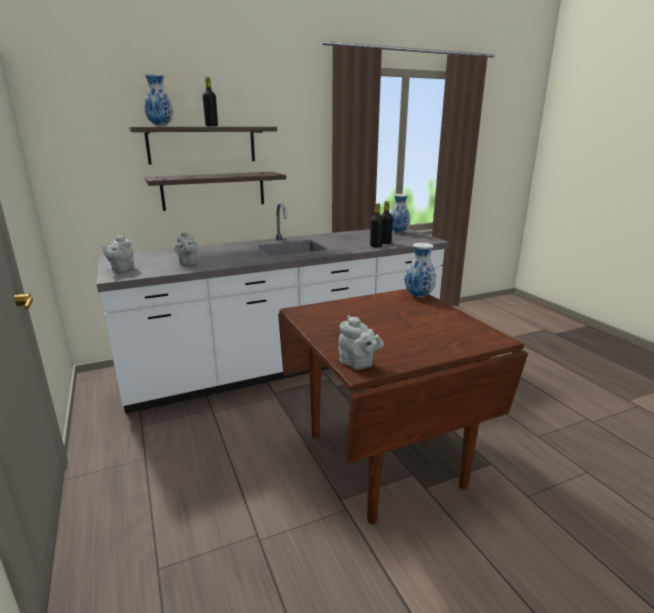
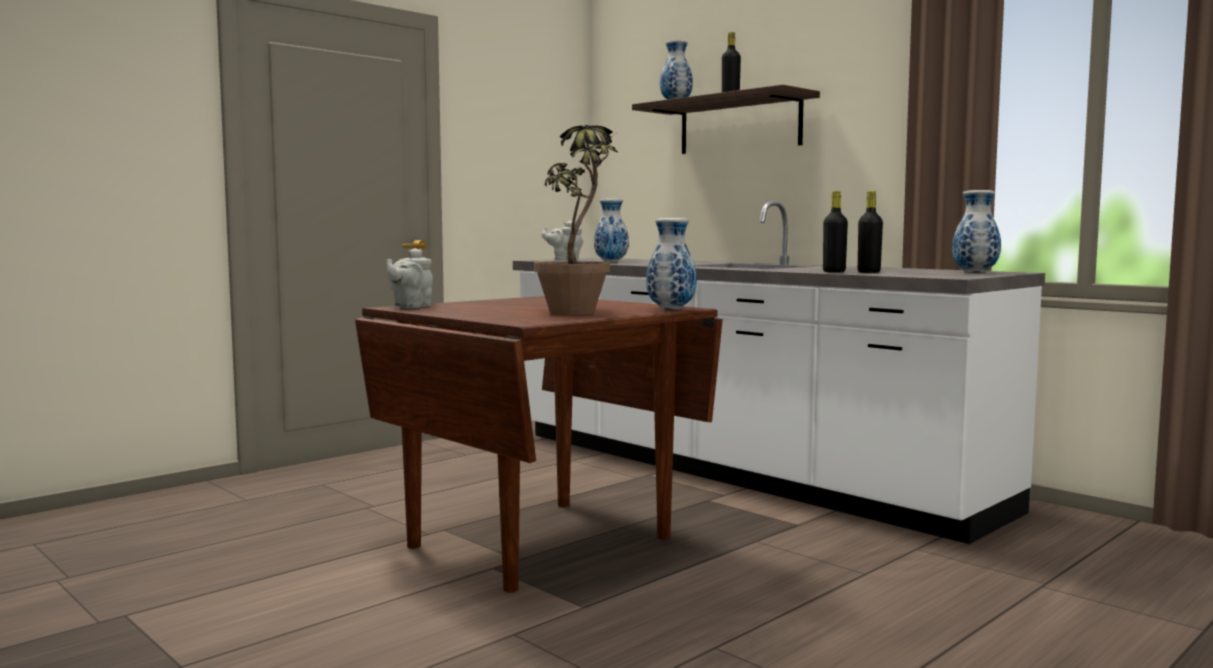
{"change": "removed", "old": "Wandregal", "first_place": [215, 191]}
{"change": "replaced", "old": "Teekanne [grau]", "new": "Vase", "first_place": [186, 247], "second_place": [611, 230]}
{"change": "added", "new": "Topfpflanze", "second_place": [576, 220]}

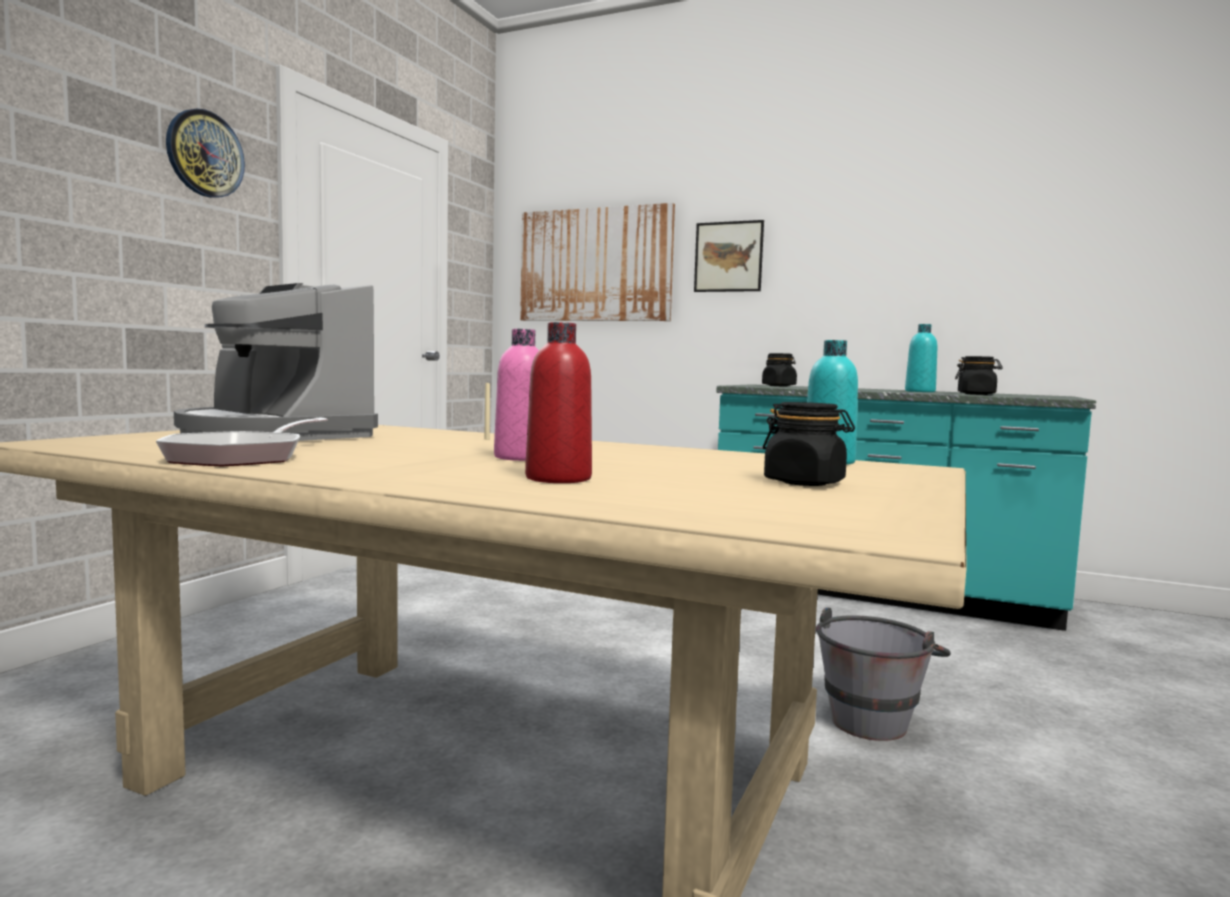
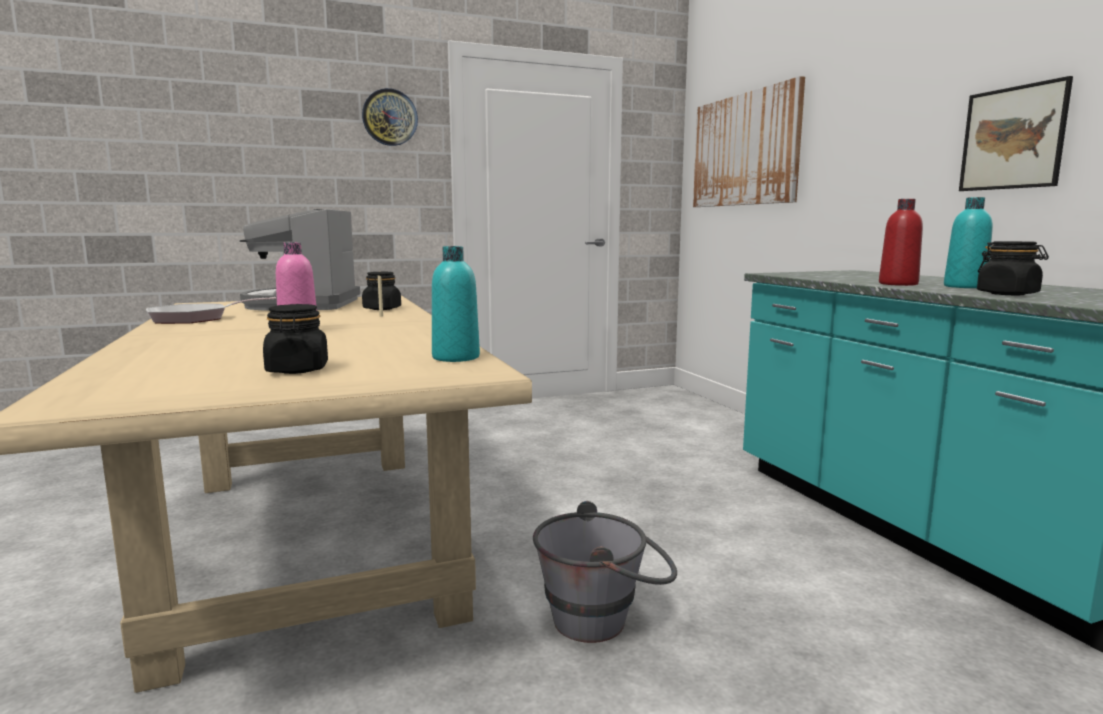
{"change": "moved", "old": "Bild", "first_place": [729, 256], "second_place": [1016, 133]}
{"change": "moved", "old": "Flasche [rot]", "first_place": [558, 402], "second_place": [901, 242]}
{"change": "moved", "old": "Vorratsglas [schwarz]", "first_place": [779, 370], "second_place": [381, 291]}

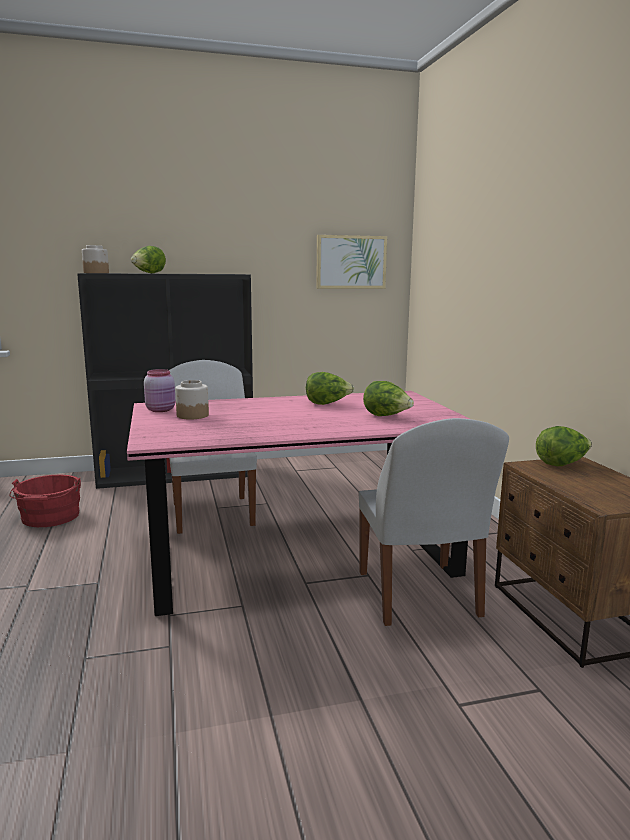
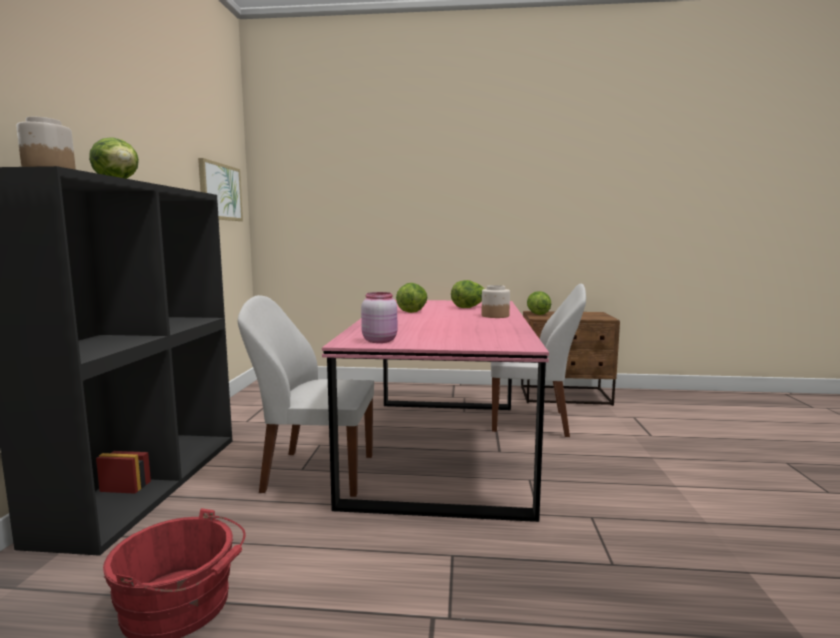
{"change": "moved", "old": "Vorratsglas", "first_place": [192, 399], "second_place": [496, 301]}

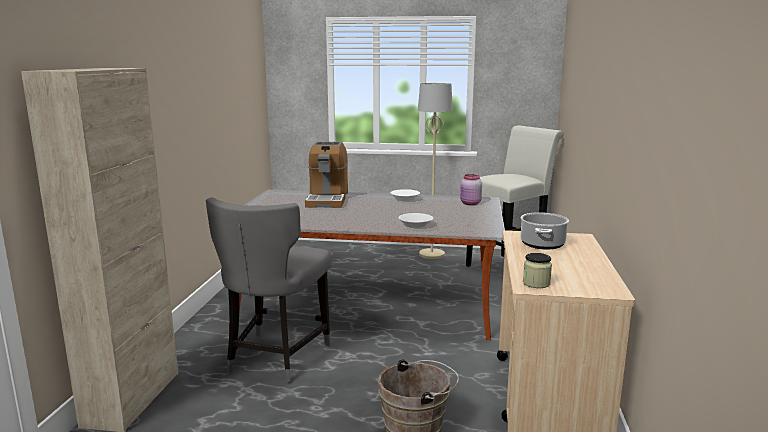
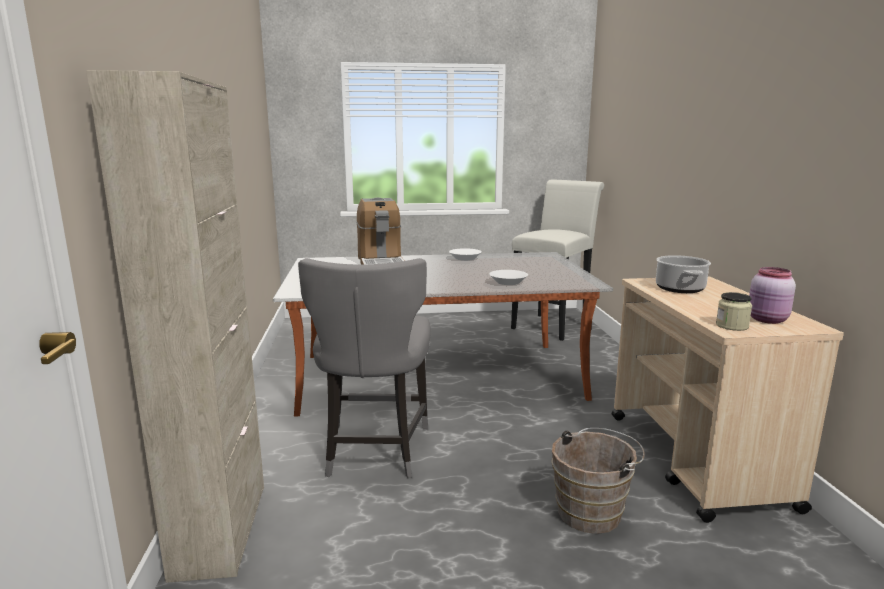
{"change": "removed", "old": "Stehlampe [beige]", "first_place": [435, 171]}
{"change": "moved", "old": "Vorratsglas [rosa]", "first_place": [471, 189], "second_place": [772, 295]}

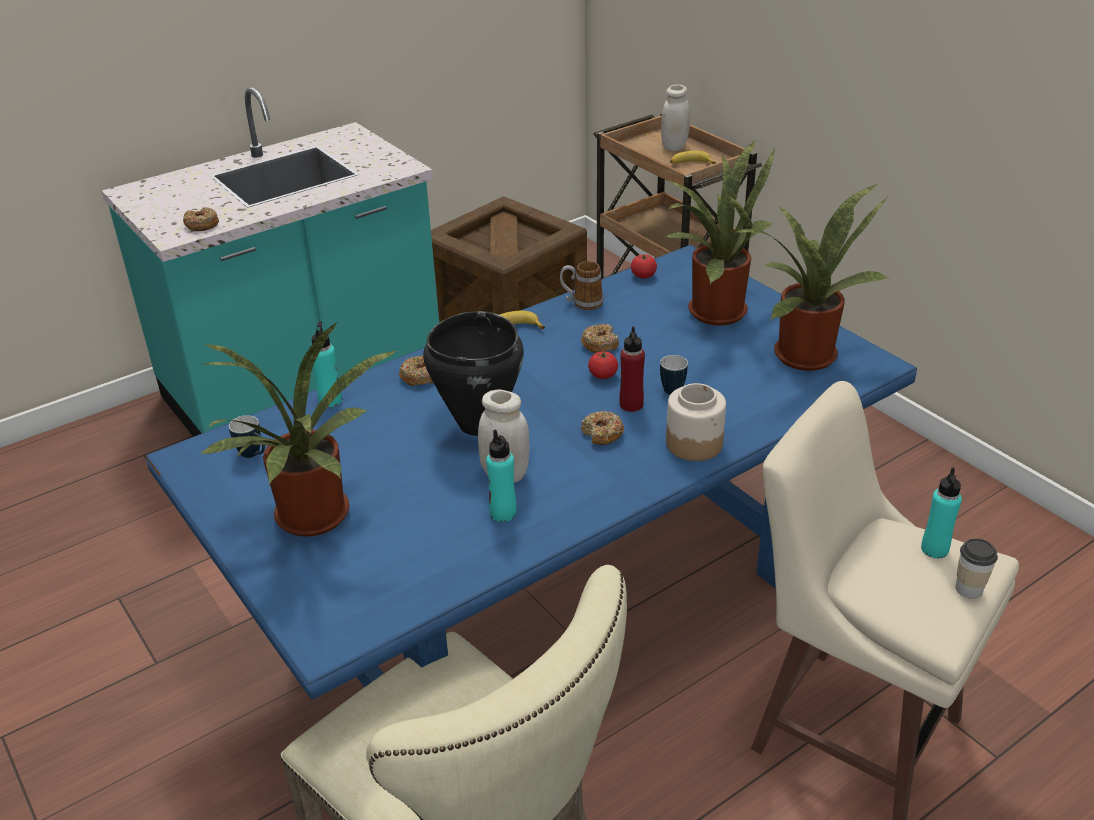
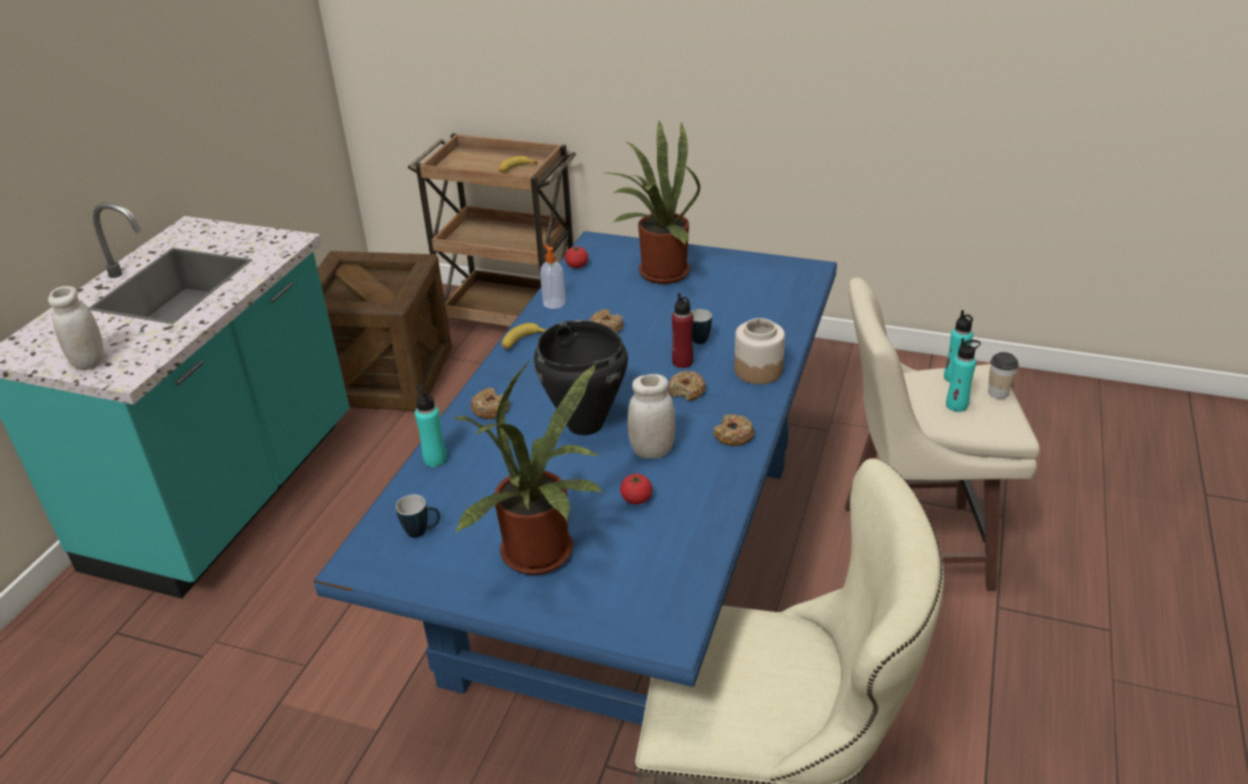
{"change": "moved", "old": "Vorratsglas [weiß]", "first_place": [675, 118], "second_place": [76, 328]}
{"change": "removed", "old": "Topfpflanze", "first_place": [813, 277]}
{"change": "moved", "old": "Donut", "first_place": [201, 219], "second_place": [734, 430]}
{"change": "replaced", "old": "Henkelbecher", "new": "Seifenspender", "first_place": [581, 285], "second_place": [553, 276]}
{"change": "moved", "old": "Tomate", "first_place": [603, 365], "second_place": [636, 489]}
{"change": "moved", "old": "Flasche [türkis]", "first_place": [501, 475], "second_place": [963, 375]}

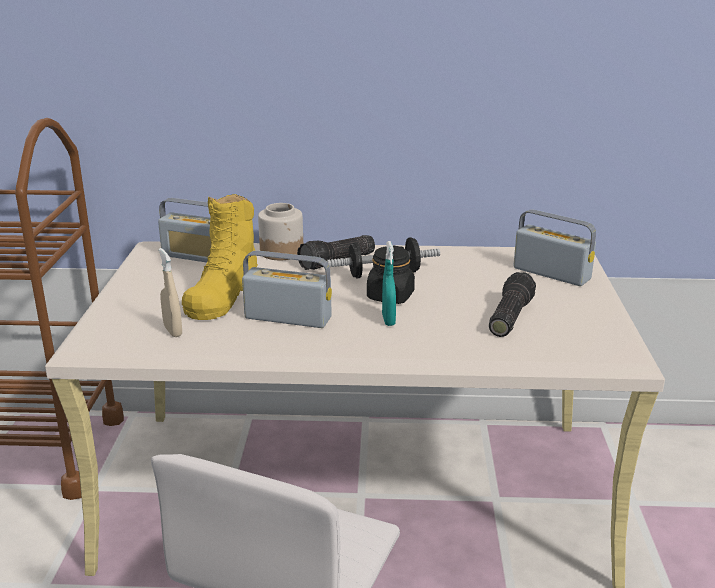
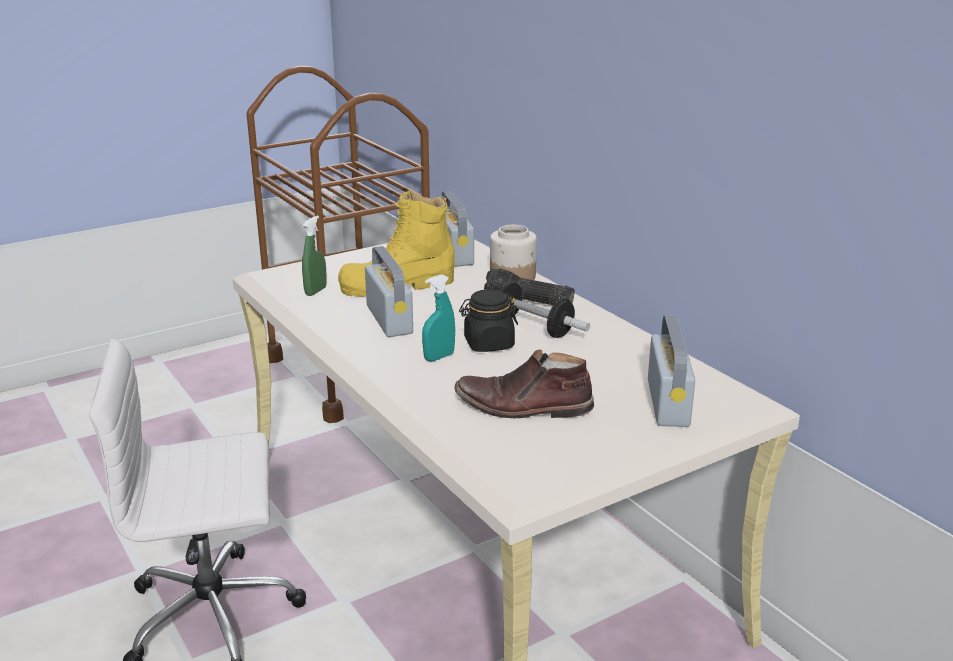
{"change": "recoloured", "old": "Sprühflasche [beige]", "new": "Sprühflasche [grün]", "first_place": [170, 292], "second_place": [314, 256]}
{"change": "replaced", "old": "Taschenlampe", "new": "Stiefel [braun]", "first_place": [512, 304], "second_place": [524, 384]}

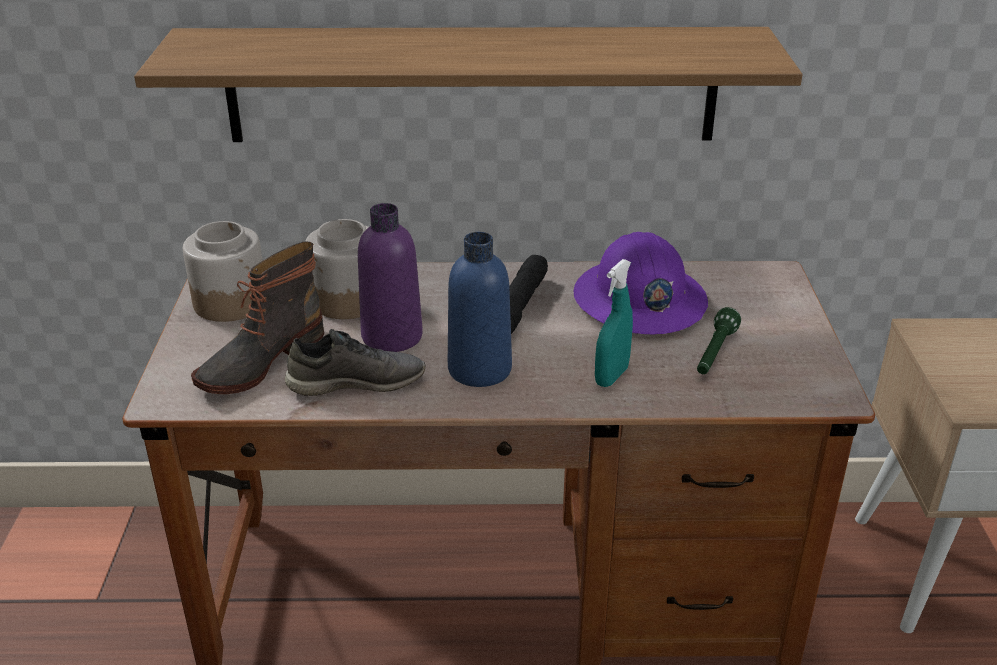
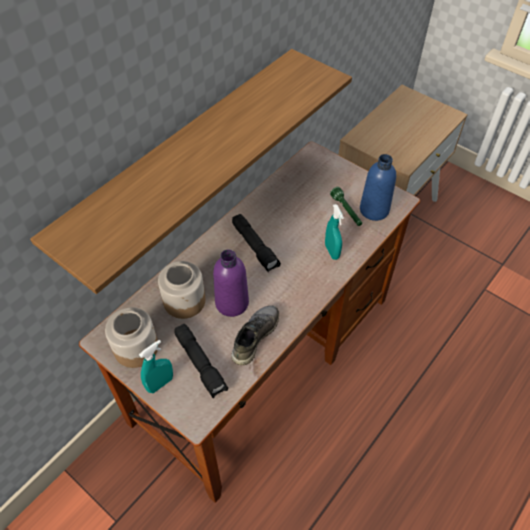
{"change": "moved", "old": "Flasche [blau]", "first_place": [480, 309], "second_place": [378, 187]}
{"change": "removed", "old": "Schutzhelm [lila]", "first_place": [641, 283]}
{"change": "replaced", "old": "Stiefel", "new": "Taschenlampe [schwarz]", "first_place": [257, 318], "second_place": [201, 361]}
{"change": "added", "new": "Sprühflasche [türkis]", "second_place": [156, 366]}

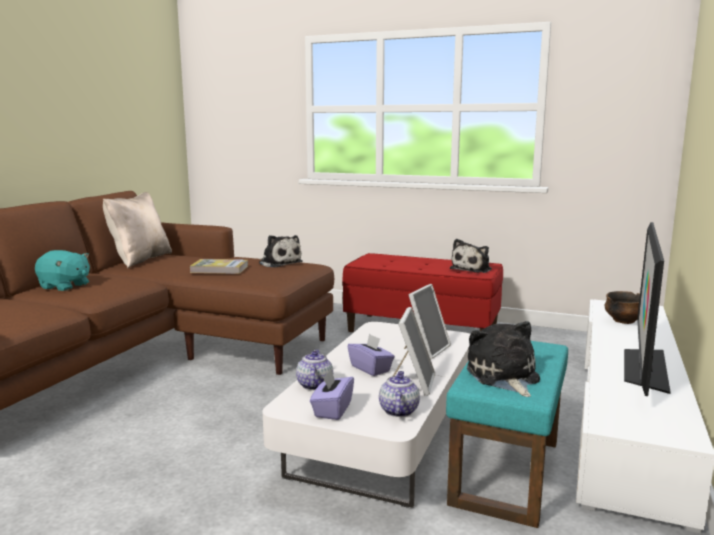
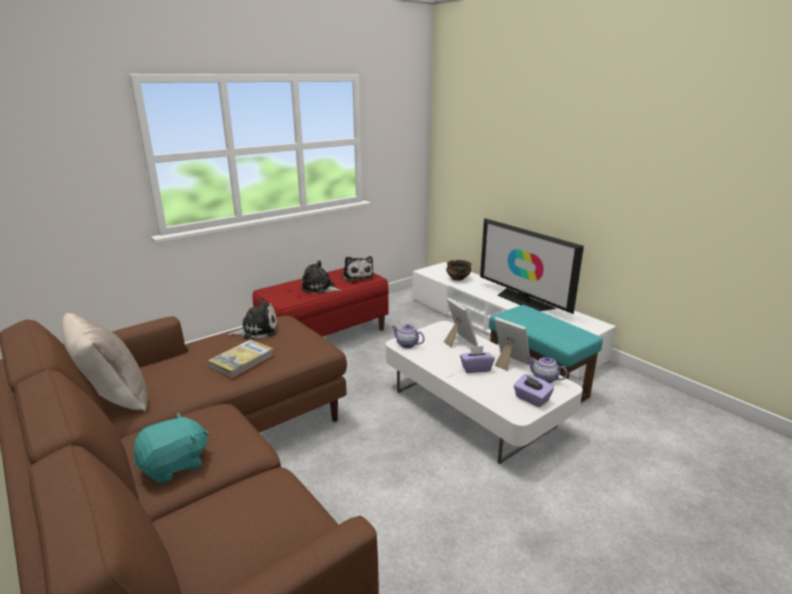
{"change": "moved", "old": "Plüschtier", "first_place": [503, 359], "second_place": [321, 277]}
{"change": "moved", "old": "Teekanne", "first_place": [314, 370], "second_place": [408, 336]}

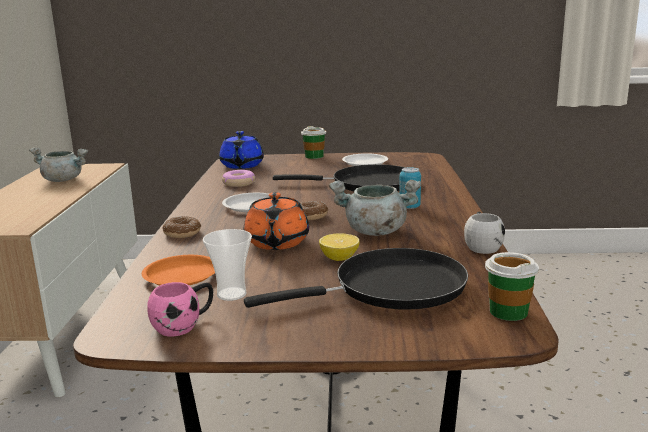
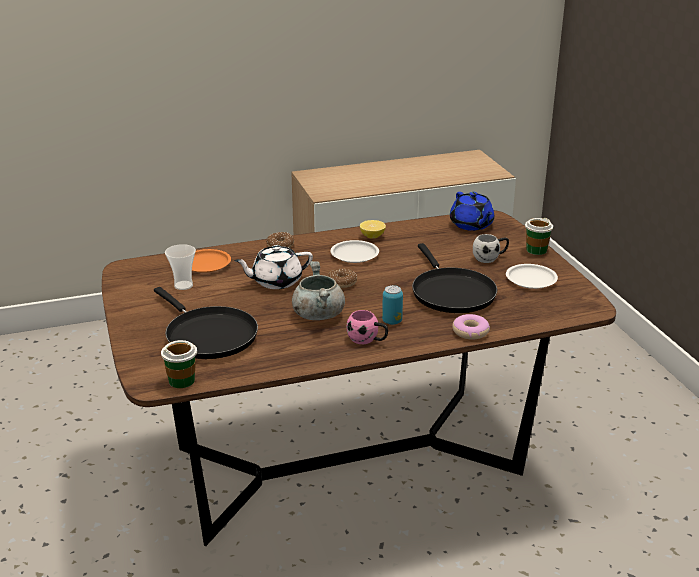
{"change": "turned", "old": "Teekanne [blau]", "first_place": [241, 150], "second_place": [472, 211], "degrees": -90}
{"change": "removed", "old": "Kochtopf [grau]", "first_place": [58, 164]}
{"change": "moved", "old": "Donut", "first_place": [238, 178], "second_place": [471, 327]}
{"change": "recoloured", "old": "Teekanne [orange]", "new": "Teekanne [weiß]", "first_place": [276, 221], "second_place": [273, 267]}
{"change": "moved", "old": "Henkelbecher [weiß]", "first_place": [484, 233], "second_place": [491, 248]}
{"change": "moved", "old": "Zitrone", "first_place": [339, 247], "second_place": [373, 229]}
{"change": "moved", "old": "Henkelbecher [rosa]", "first_place": [180, 309], "second_place": [367, 327]}

